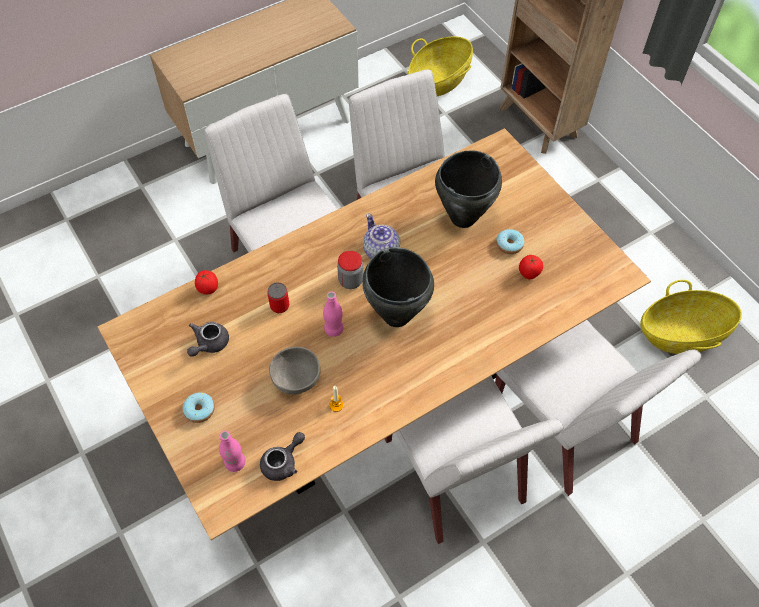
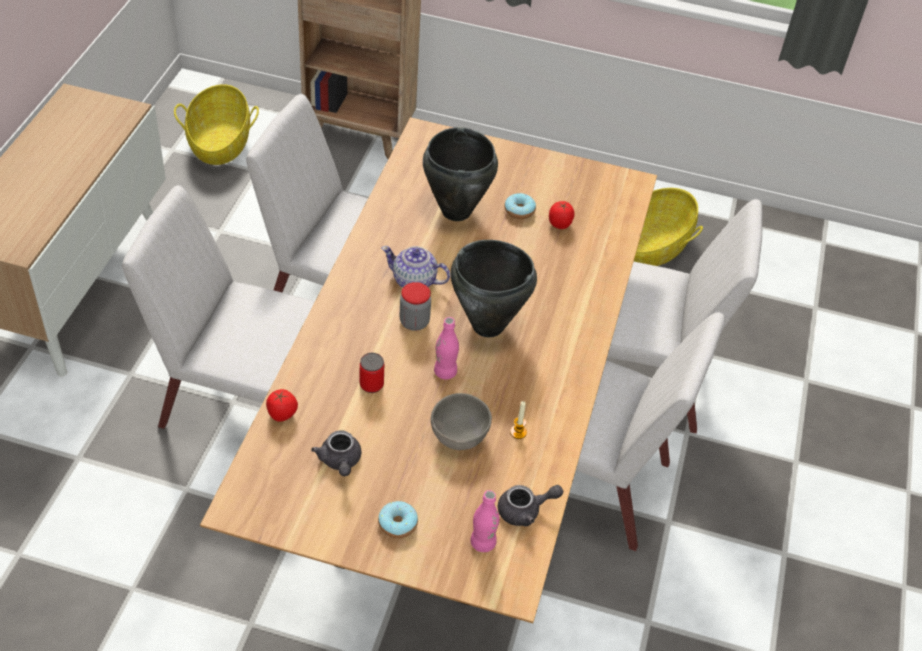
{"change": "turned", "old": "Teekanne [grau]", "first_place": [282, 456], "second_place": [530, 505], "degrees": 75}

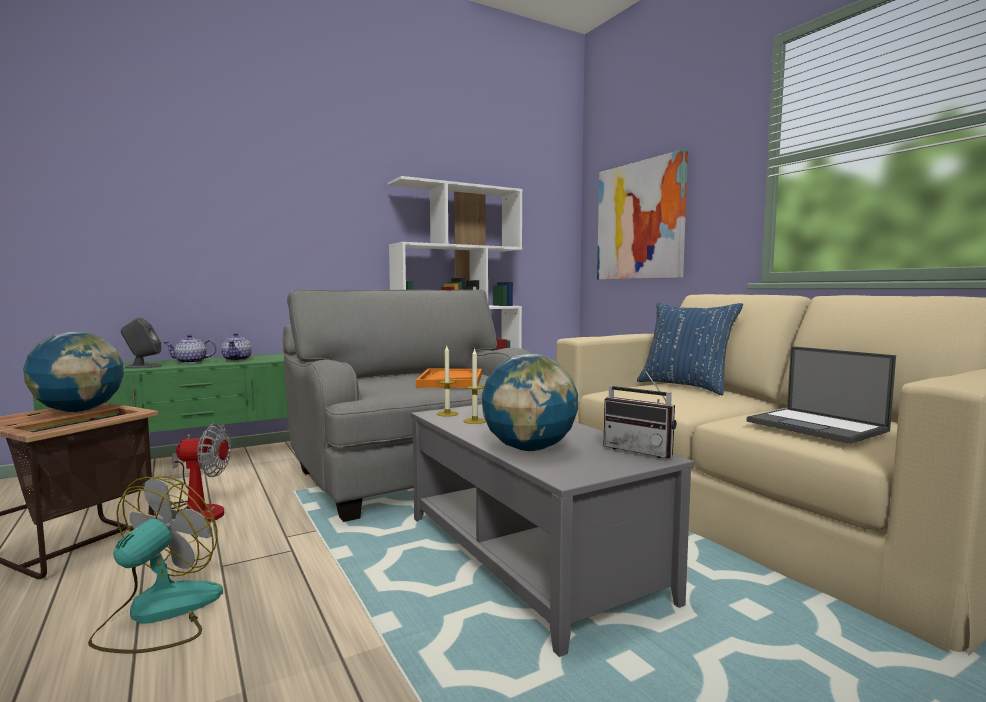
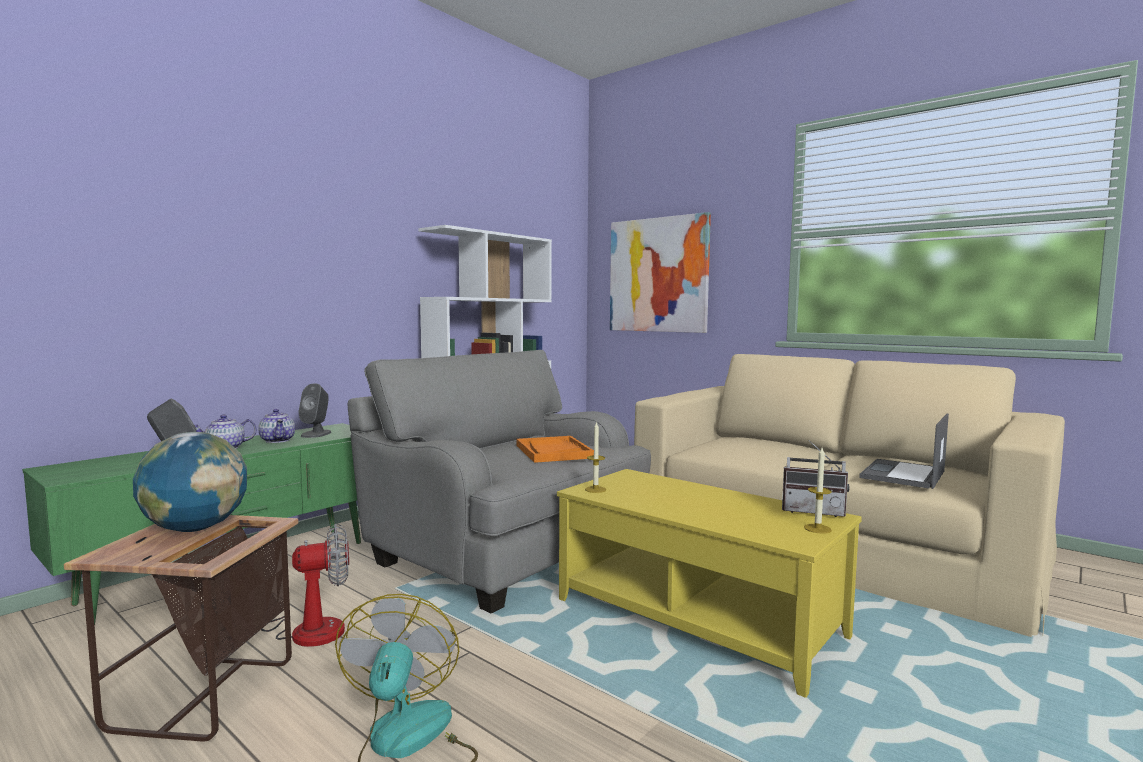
{"change": "removed", "old": "Kissen [blau]", "first_place": [690, 349]}
{"change": "turned", "old": "Laptop", "first_place": [821, 395], "second_place": [904, 451], "degrees": 90}
{"change": "moved", "old": "Kerze", "first_place": [475, 386], "second_place": [818, 491]}
{"change": "removed", "old": "Globus", "first_place": [530, 402]}
{"change": "recoloured", "old": "Couchtisch [grau]", "new": "Couchtisch [gelb]", "first_place": [552, 530], "second_place": [709, 583]}
{"change": "added", "new": "Lautsprecher [grau]", "second_place": [314, 410]}

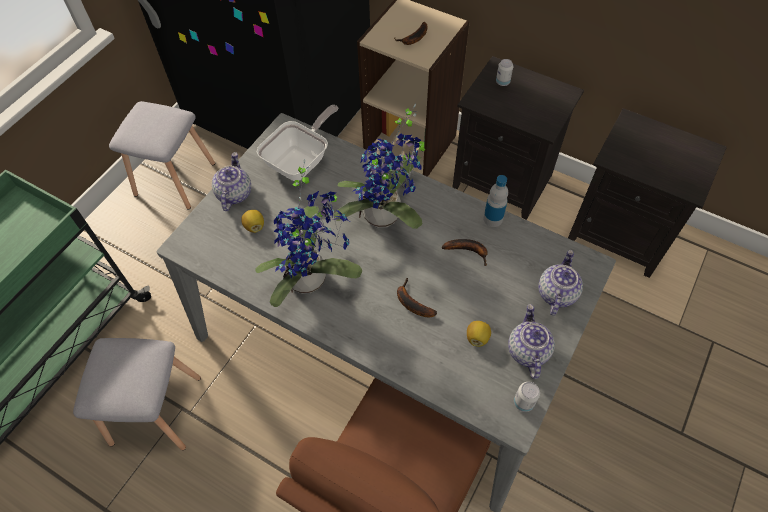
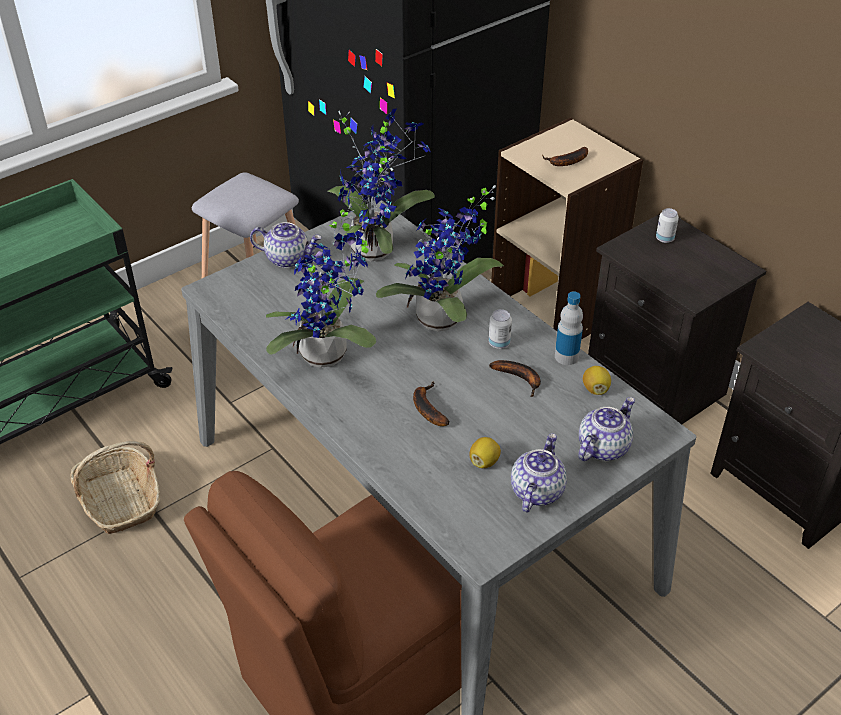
{"change": "replaced", "old": "Pfanne", "new": "Topfpflanze", "first_place": [298, 143], "second_place": [381, 185]}
{"change": "turned", "old": "Teekanne", "first_place": [231, 181], "second_place": [286, 245], "degrees": 75}
{"change": "moved", "old": "Zitrone", "first_place": [252, 221], "second_place": [597, 380]}
{"change": "replaced", "old": "Hocker [grau]", "new": "Korb", "first_place": [137, 394], "second_place": [115, 487]}
{"change": "moved", "old": "Dose", "first_place": [527, 397], "second_place": [500, 329]}

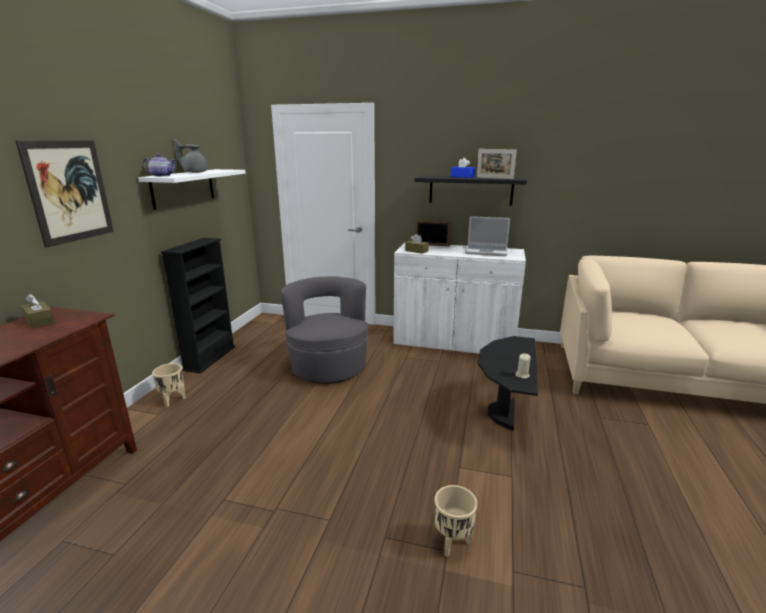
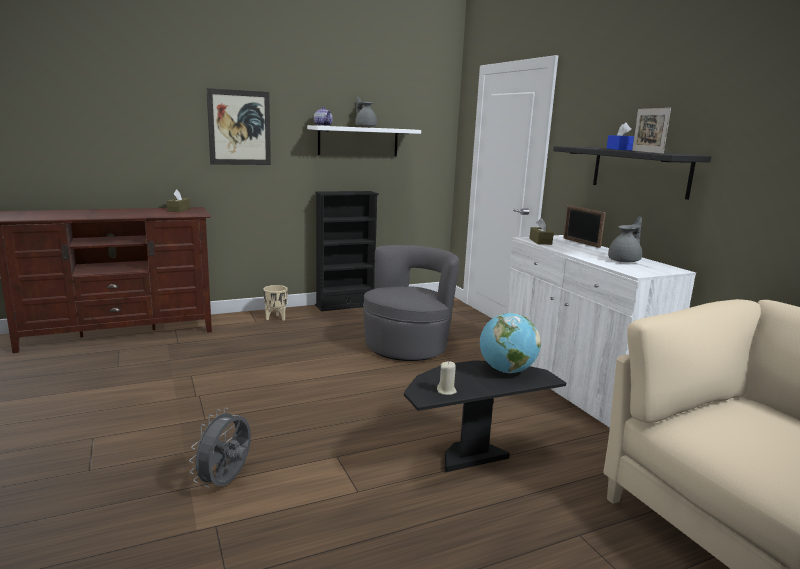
{"change": "replaced", "old": "Laptop", "new": "Teekanne [grau]", "first_place": [487, 236], "second_place": [625, 239]}
{"change": "replaced", "old": "Pflanzkübel [beige]", "new": "Ventilator [grau]", "first_place": [456, 521], "second_place": [220, 448]}
{"change": "added", "new": "Globus", "second_place": [510, 343]}

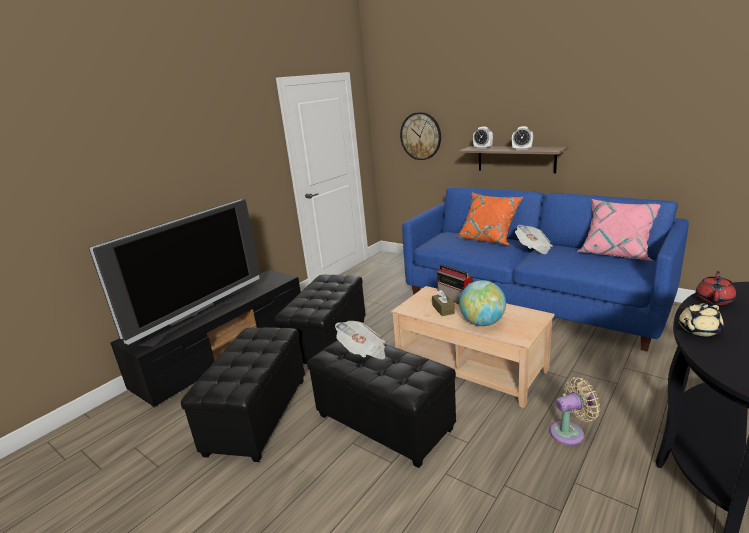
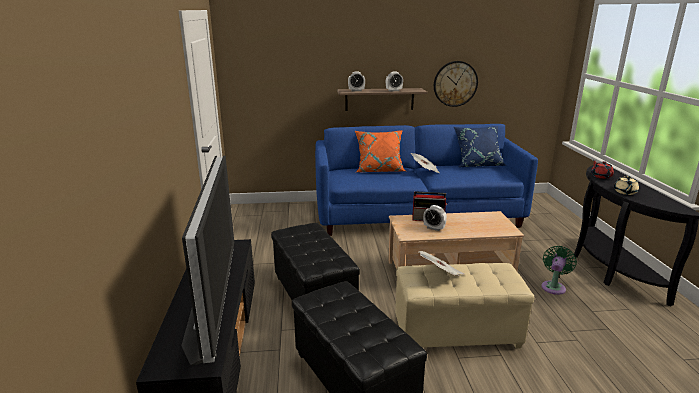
{"change": "moved", "old": "Wanduhr", "first_place": [420, 136], "second_place": [456, 84]}
{"change": "recoloured", "old": "Kissen [rosa]", "new": "Kissen [blau]", "first_place": [619, 230], "second_place": [480, 146]}
{"change": "removed", "old": "Globus", "first_place": [482, 303]}
{"change": "replaced", "old": "Taschentuchbox [braun]", "new": "Wecker", "first_place": [443, 303], "second_place": [435, 218]}
{"change": "recoloured", "old": "Polsterhocker [schwarz]", "new": "Polsterhocker [beige]", "first_place": [381, 404], "second_place": [464, 306]}
{"change": "recoloured", "old": "Ventilator [beige]", "new": "Ventilator [grün]", "first_place": [575, 411], "second_place": [559, 270]}

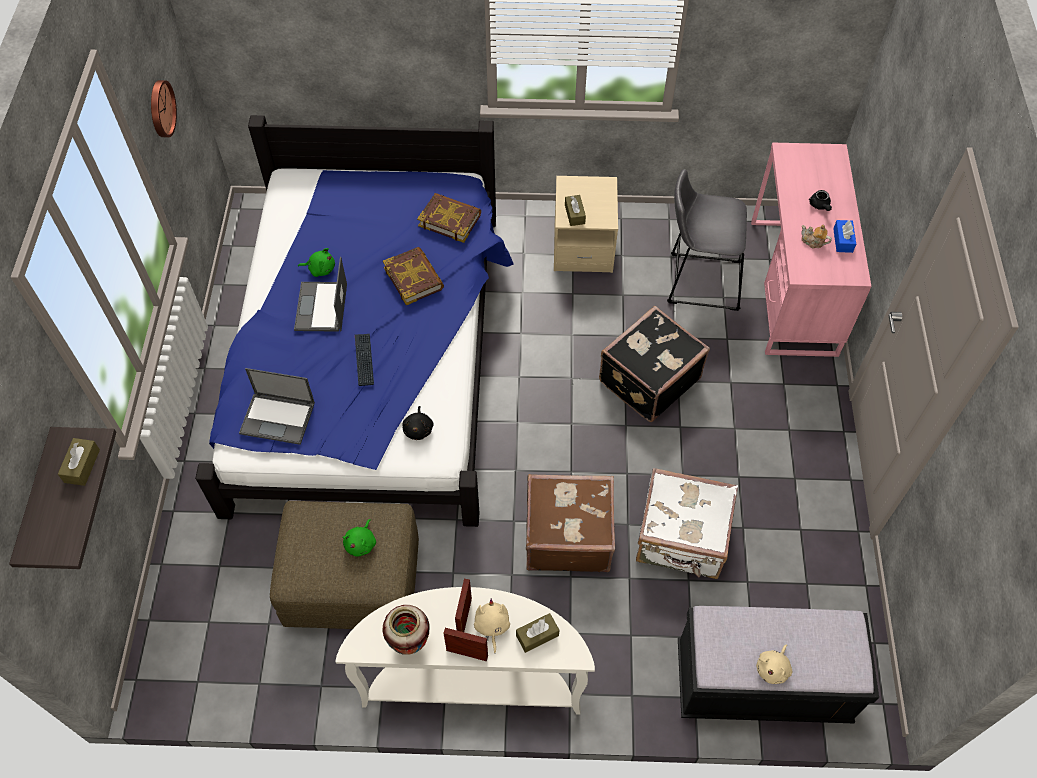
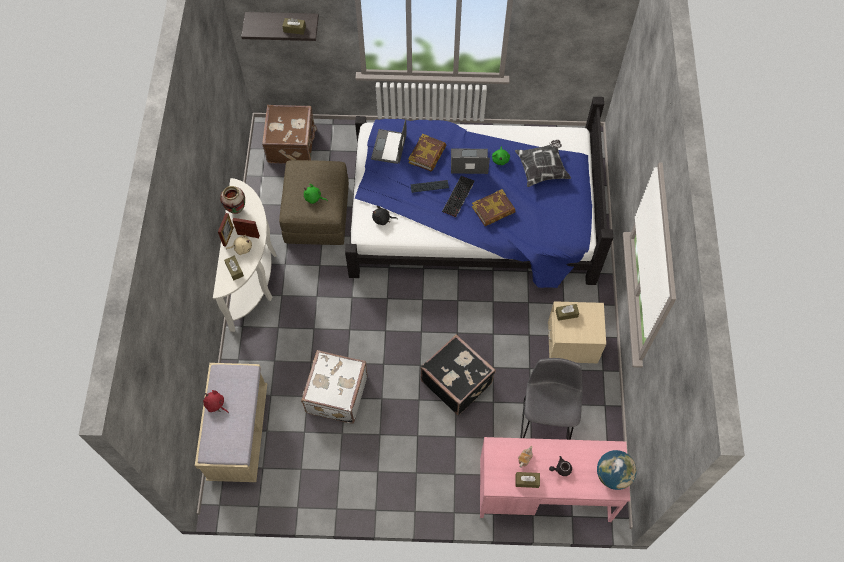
{"change": "removed", "old": "Wanduhr", "first_place": [164, 108]}
{"change": "moved", "old": "Buch", "first_place": [449, 218], "second_place": [427, 152]}
{"change": "recoloured", "old": "Taschentuchbox [blau]", "new": "Taschentuchbox [braun]", "first_place": [844, 236], "second_place": [527, 480]}
{"change": "moved", "old": "Koffer [braun]", "first_place": [570, 523], "second_place": [289, 134]}
{"change": "recoloured", "old": "Bank [schwarz]", "new": "Bank [beige]", "first_place": [778, 664], "second_place": [231, 422]}
{"change": "recoloured", "old": "Plüschtier [beige]", "new": "Plüschtier [rot]", "first_place": [774, 664], "second_place": [216, 401]}
{"change": "added", "new": "Kissen", "second_place": [543, 163]}
{"change": "added", "new": "Tastatur", "second_place": [458, 196]}
{"change": "added", "new": "Globus", "second_place": [617, 470]}

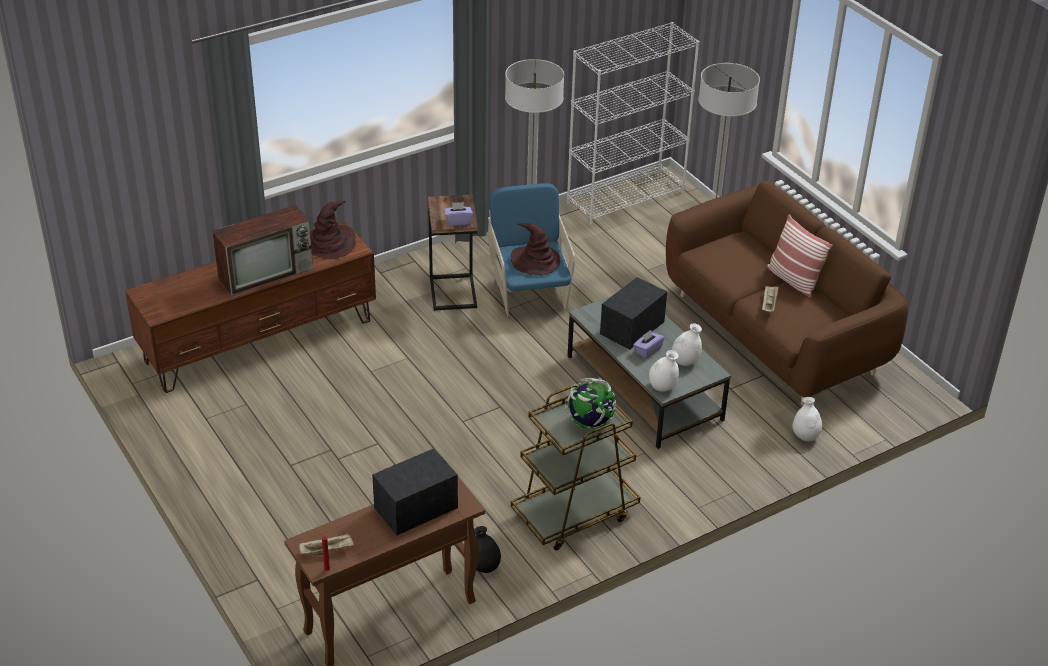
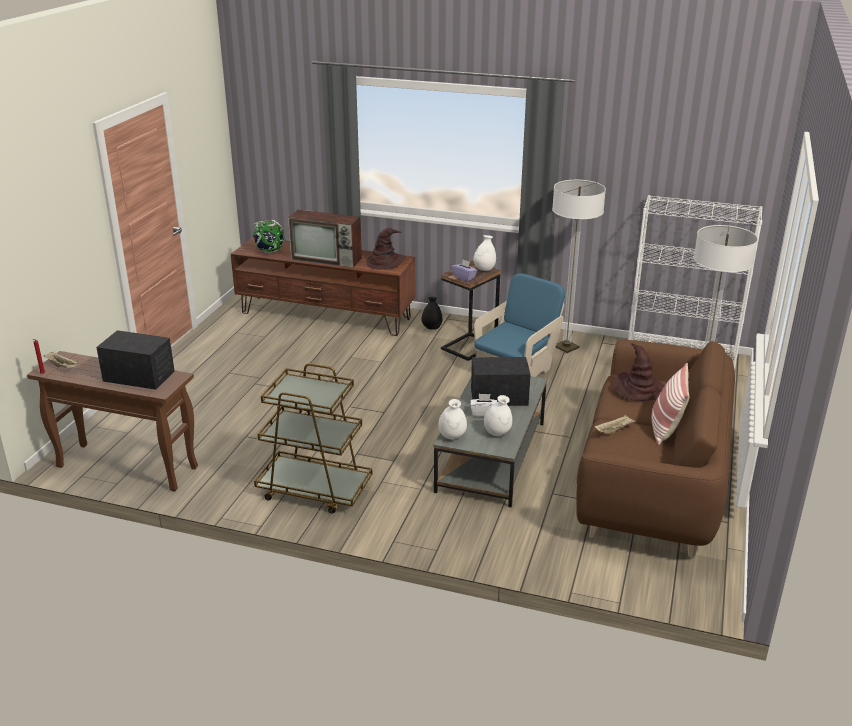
{"change": "moved", "old": "Hut [braun]", "first_place": [535, 249], "second_place": [638, 372]}
{"change": "recoloured", "old": "Taschentuchbox [lila]", "new": "Taschentuchbox [weiß]", "first_place": [648, 344], "second_place": [483, 405]}
{"change": "moved", "old": "Globus", "first_place": [590, 403], "second_place": [268, 237]}
{"change": "moved", "old": "Vase [weiß]", "first_place": [807, 419], "second_place": [484, 253]}
{"change": "moved", "old": "Vase [schwarz]", "first_place": [487, 549], "second_place": [432, 313]}

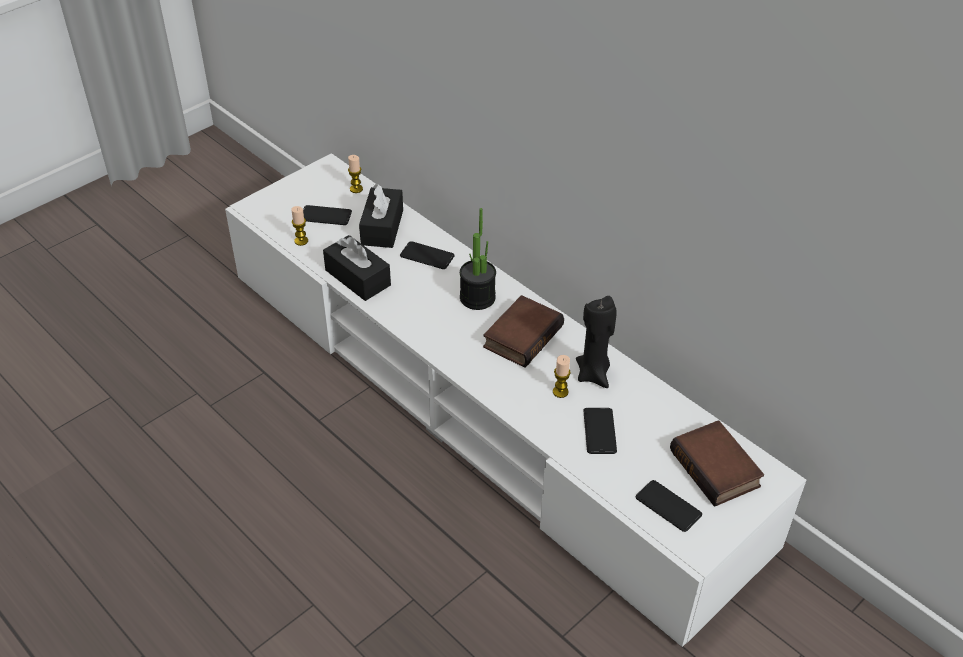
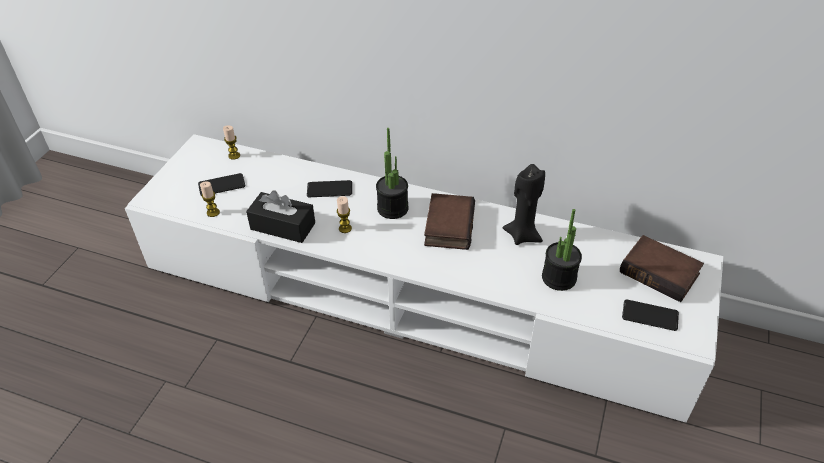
{"change": "removed", "old": "Taschentuchbox [schwarz]", "first_place": [381, 216]}
{"change": "moved", "old": "Kerze", "first_place": [562, 376], "second_place": [344, 214]}
{"change": "replaced", "old": "Handy", "new": "Topfpflanze", "first_place": [600, 431], "second_place": [562, 250]}

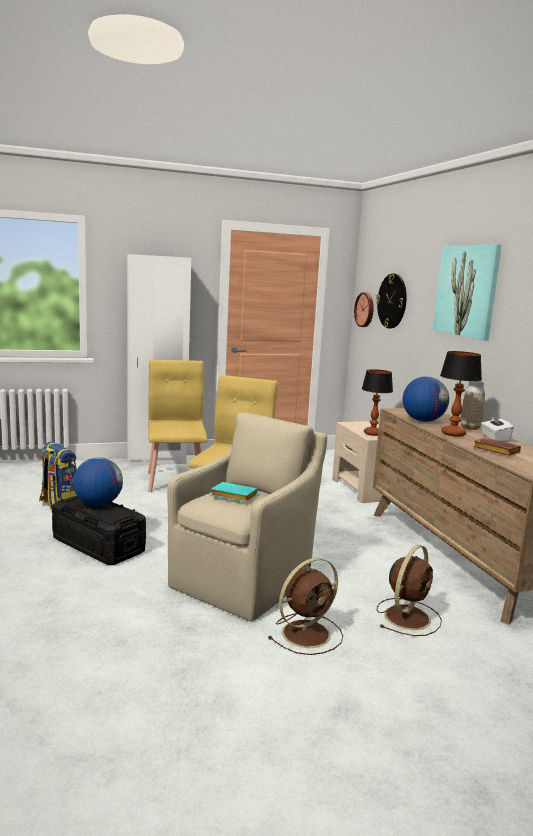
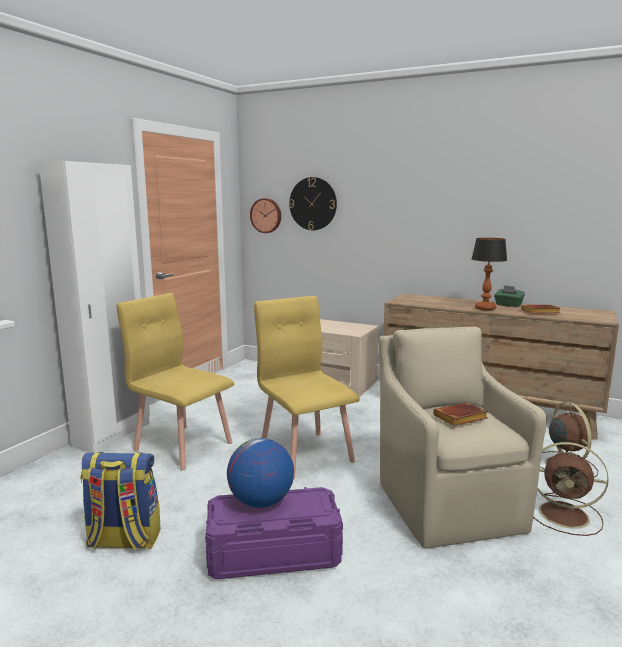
{"change": "removed", "old": "Bild", "first_place": [467, 292]}
{"change": "removed", "old": "Tischlampe", "first_place": [377, 402]}
{"change": "removed", "old": "Globus", "first_place": [426, 399]}
{"change": "removed", "old": "Vase", "first_place": [472, 405]}
{"change": "recoloured", "old": "Taschentuchbox [weiß]", "new": "Taschentuchbox [grün]", "first_place": [497, 428], "second_place": [509, 296]}
{"change": "recoloured", "old": "Buch [türkis]", "new": "Buch [braun]", "first_place": [234, 492], "second_place": [460, 414]}
{"change": "recoloured", "old": "Aufbewahrungsbox [schwarz]", "new": "Aufbewahrungsbox [lila]", "first_place": [99, 530], "second_place": [274, 533]}
{"change": "turned", "old": "Ventilator [braun]", "first_place": [305, 606], "second_place": [571, 489], "degrees": 105}

